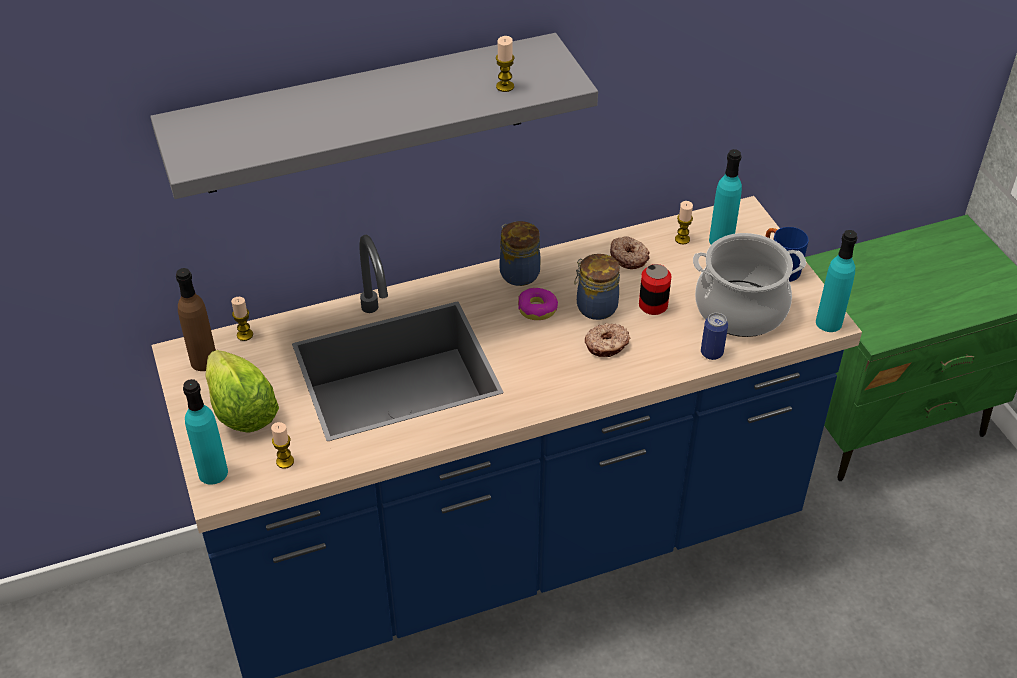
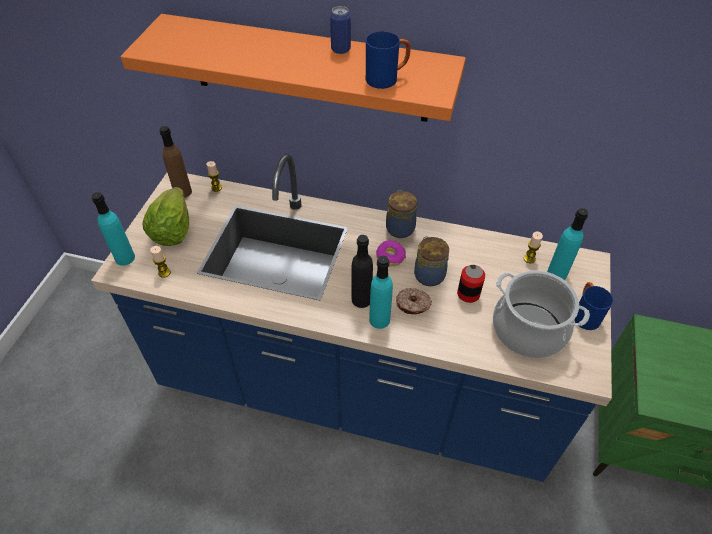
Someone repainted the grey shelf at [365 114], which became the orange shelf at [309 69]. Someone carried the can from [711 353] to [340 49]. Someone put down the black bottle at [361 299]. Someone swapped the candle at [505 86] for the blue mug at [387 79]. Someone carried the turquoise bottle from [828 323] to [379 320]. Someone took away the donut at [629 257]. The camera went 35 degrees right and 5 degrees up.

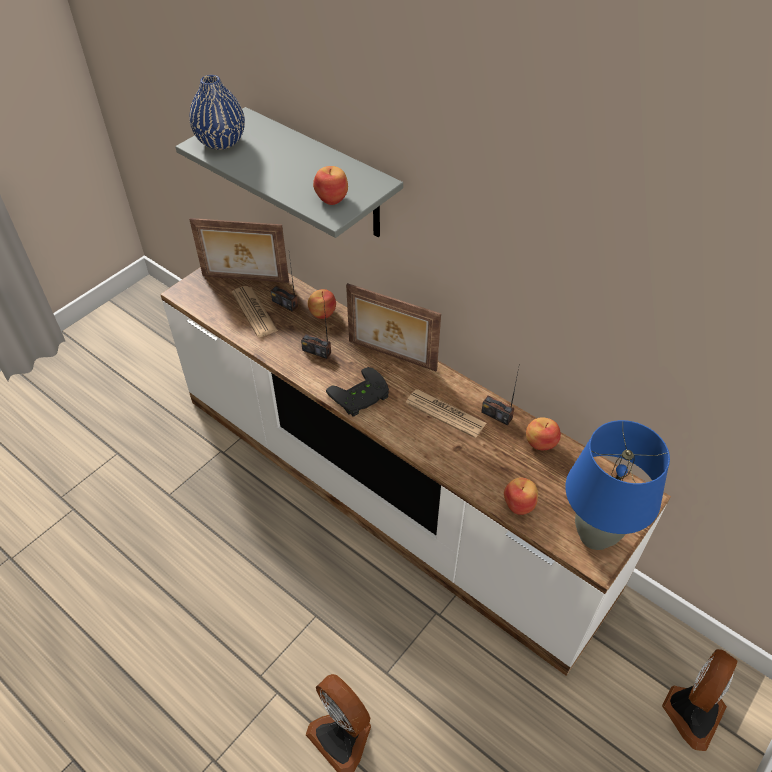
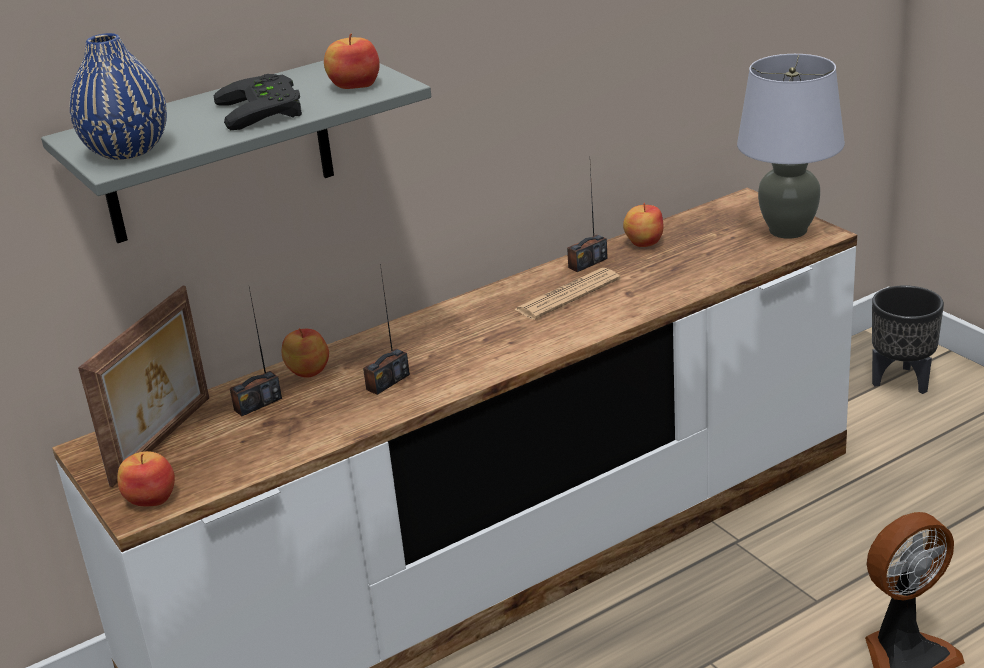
Someone carried the apple from [519 504] to [150 498]. Someone carried the black game controller from [361 397] to [267 109]. Someone repainted the blue table lamp at [594 535], which became the grey table lamp at [787 230]. Someone swapped the fan at [690 712] for the black planter at [900 381]. Someone took away the newspaper at [254 312]. Someone took away the picture frame at [391 356]. The camera went 70 degrees left and 20 degrees down.

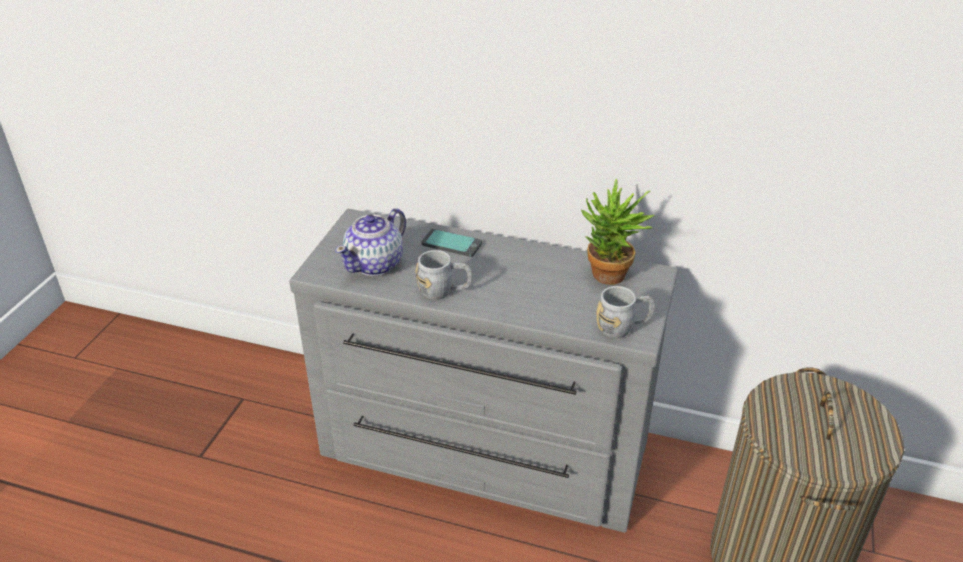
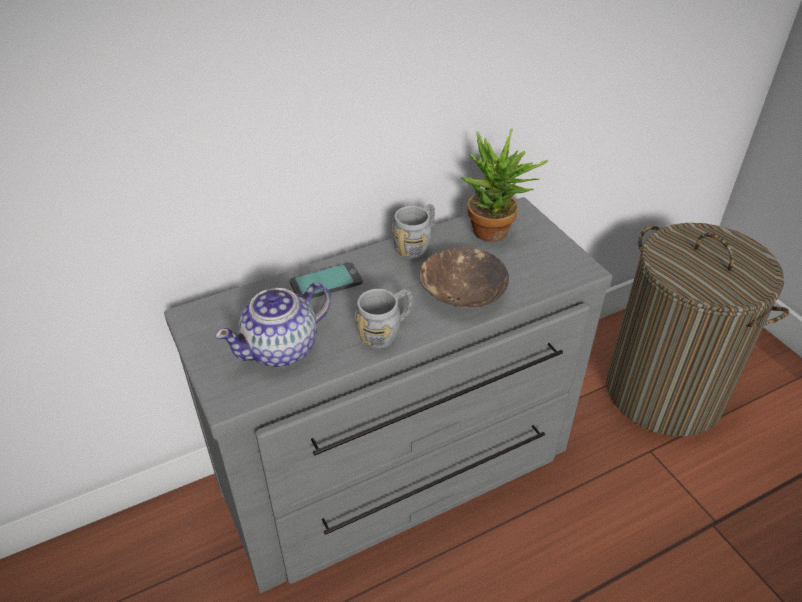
Someone rotated the teapot at [375 264] by 60 degrees clockwise. Someone carried the grey mug from [623 328] to [416 245]. Someone put down the brown bowl at [461 291]. The camera went 45 degrees left and 5 degrees up.

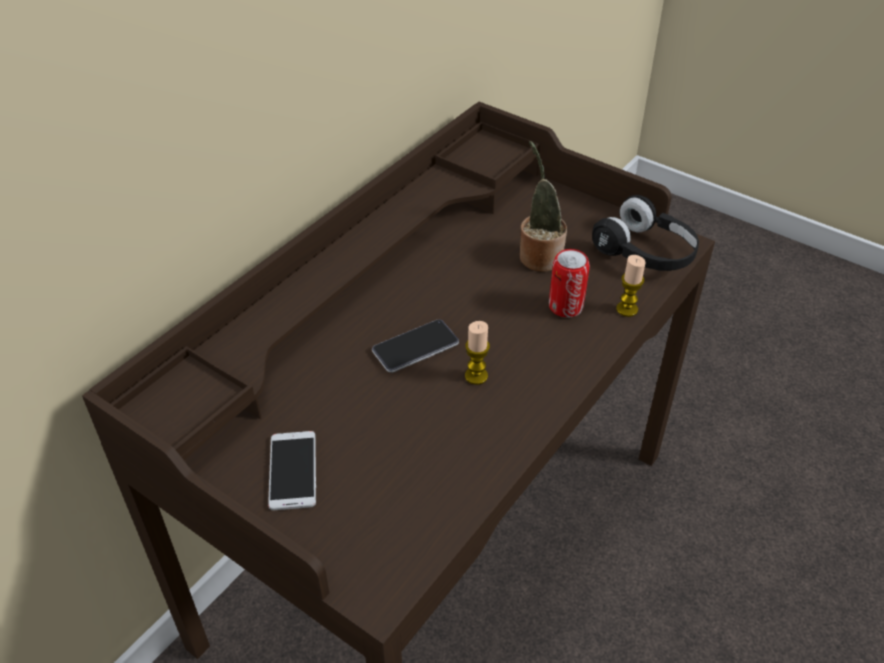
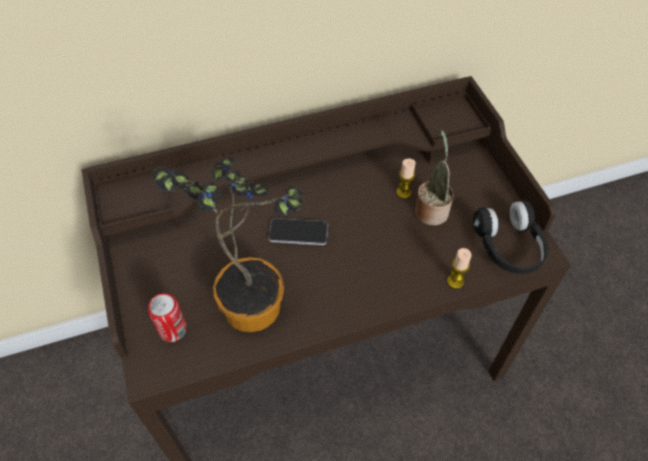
Someone carried the can from [565 306] to [172 329]. Someone put down the potted plant at [251 299]. Someone carried the candle from [476 376] to [404 192]. Someone took away the phone at [293 470]. The camera went 35 degrees right and 10 degrees up.

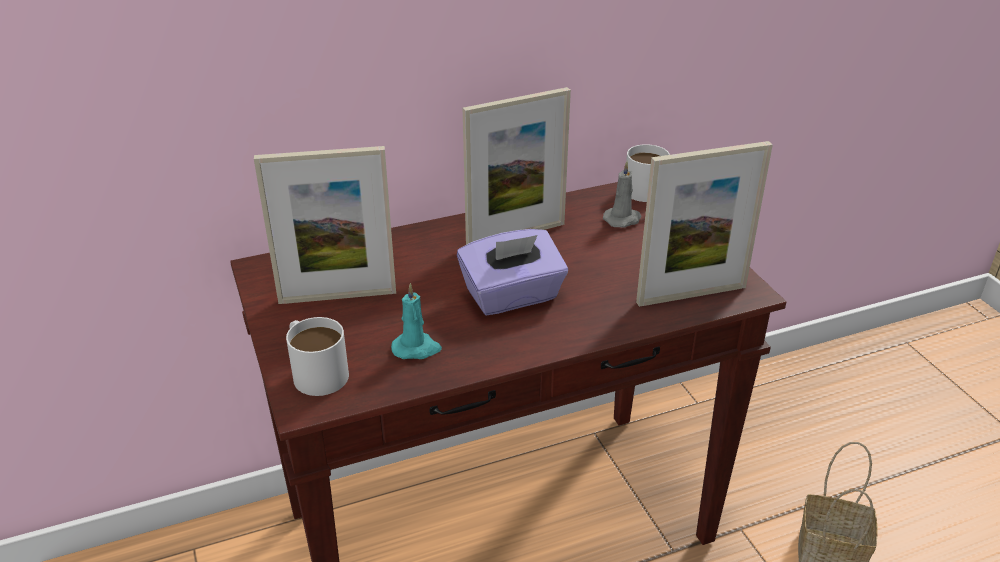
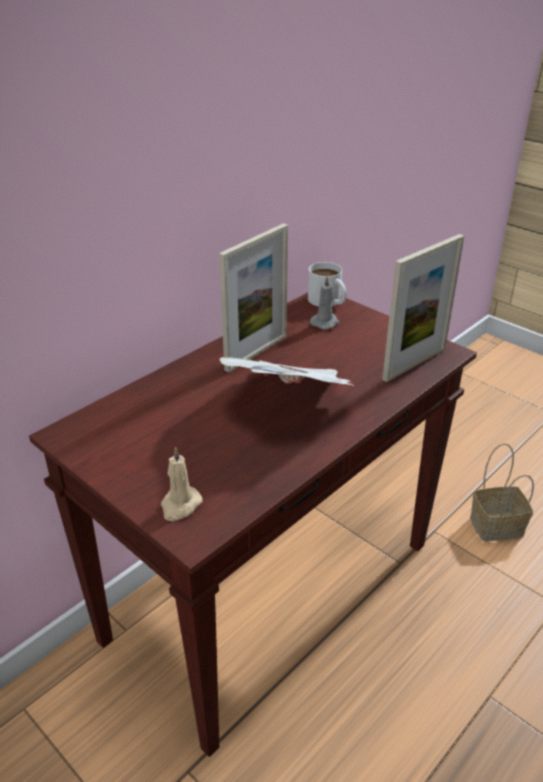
Someone swapped the white mug at [315 371] for the beige candle at [180 505]. Someone swapped the purple tissue box at [512 296] for the newspaper at [291 400]. Someone took away the picture frame at [337 296]. Someone took away the turquoise candle at [417 348]. The camera went 25 degrees left and 0 degrees up.

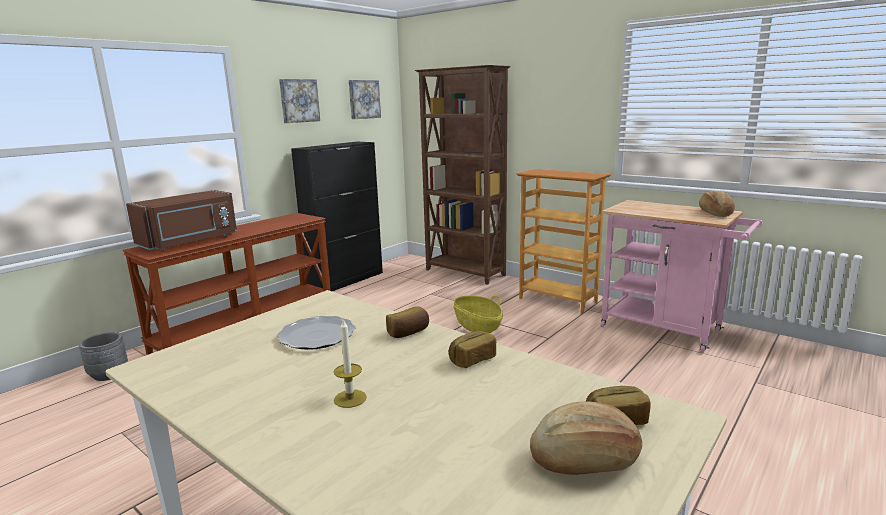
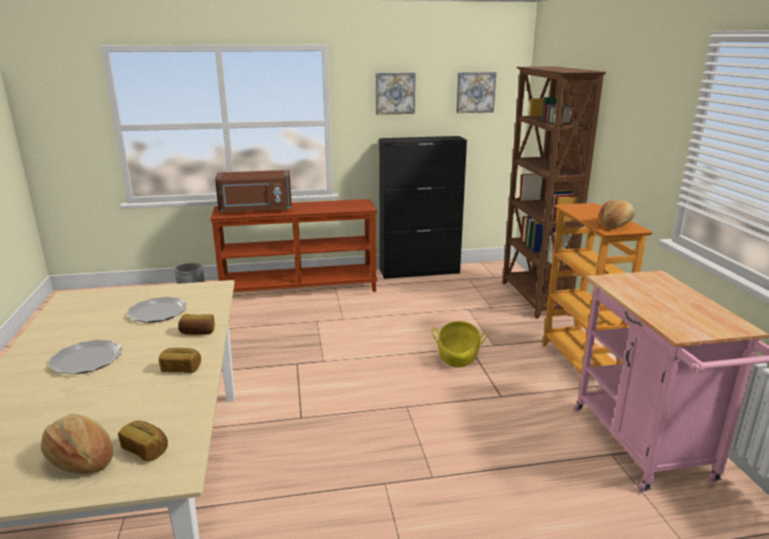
Someone swapped the candle at [350 398] for the plate at [87 360]. Someone carried the bread from [715 213] to [615 224]. The camera went 40 degrees right and 5 degrees up.

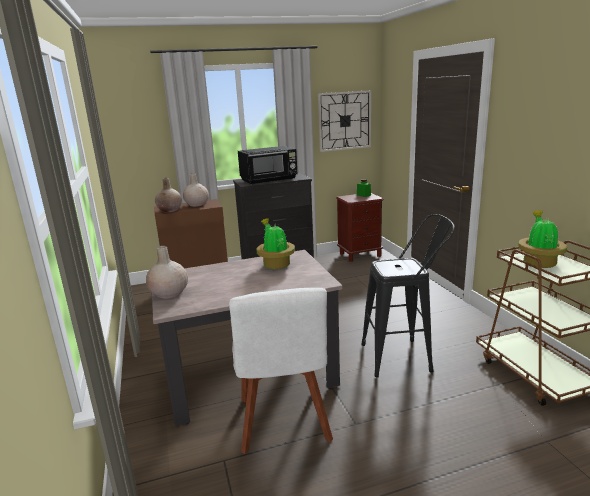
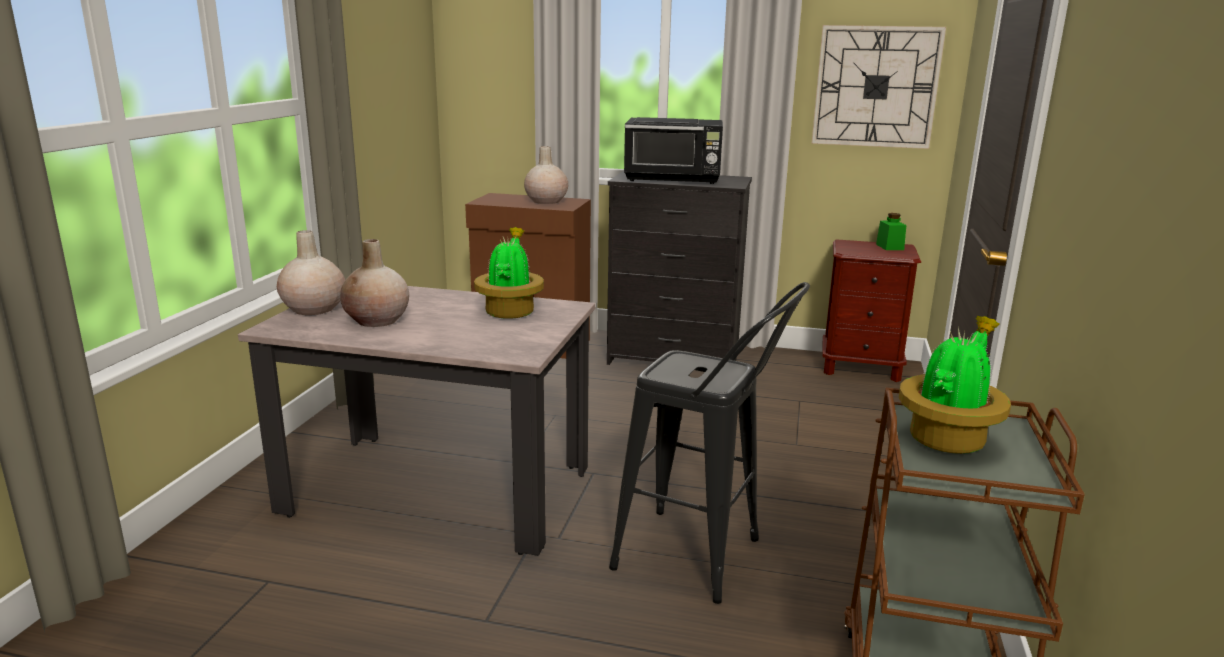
Someone carried the beige vase from [170 210] to [377 320]. Someone took away the white chair at [284 423]. The camera went 30 degrees right and 0 degrees up.

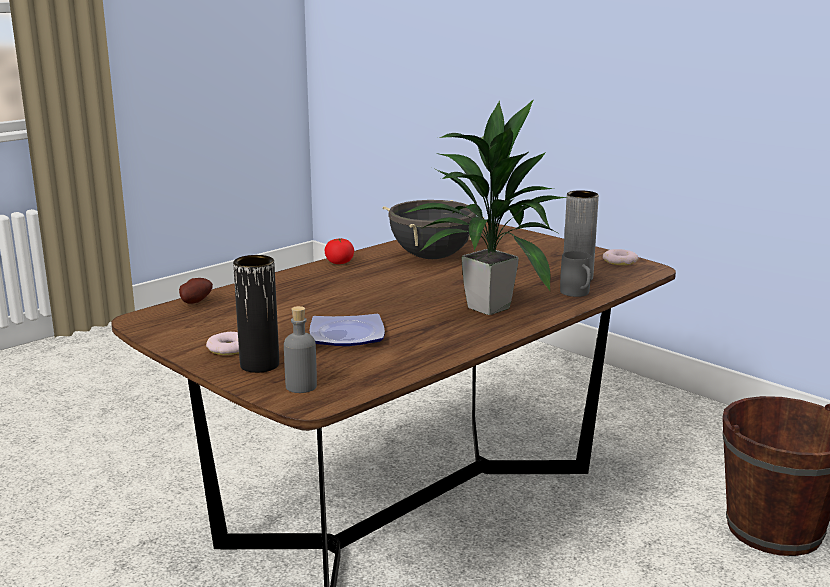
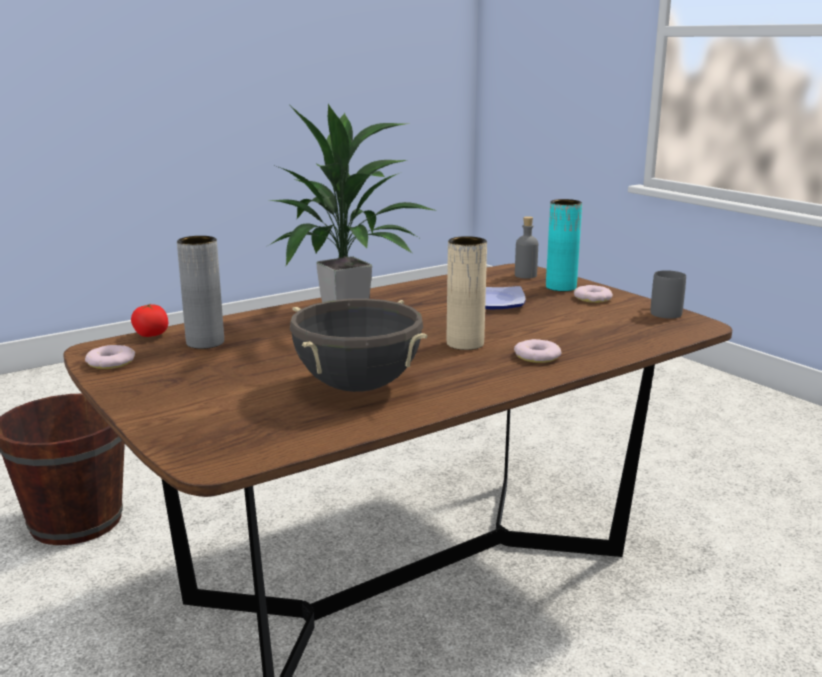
Someone carried the tomato from [339 262] to [151 335]. Someone put down the beige vase at [465 344]. Someone put down the donut at [537 356]. Someone repainted the black vase at [259 365], which became the turquoise vase at [561 287]. Someone carried the grey mug from [577 294] to [662 311]. Someone took away the potato at [194 302]. The camera went 170 degrees left and 0 degrees up.

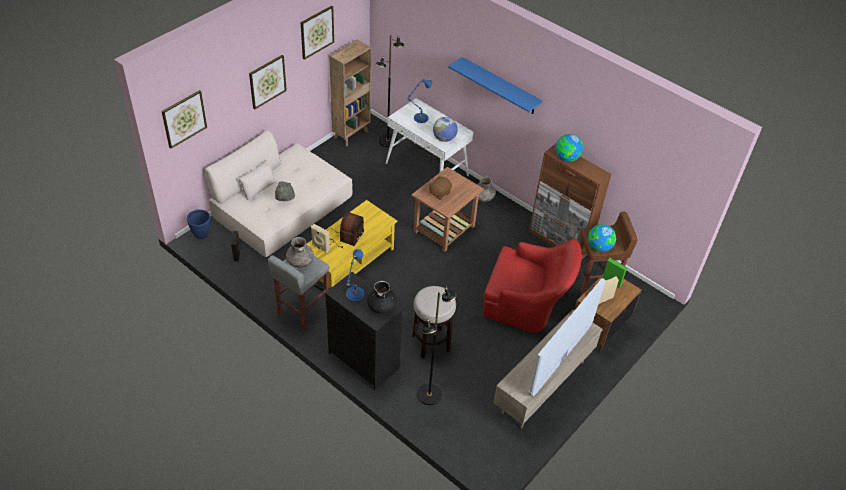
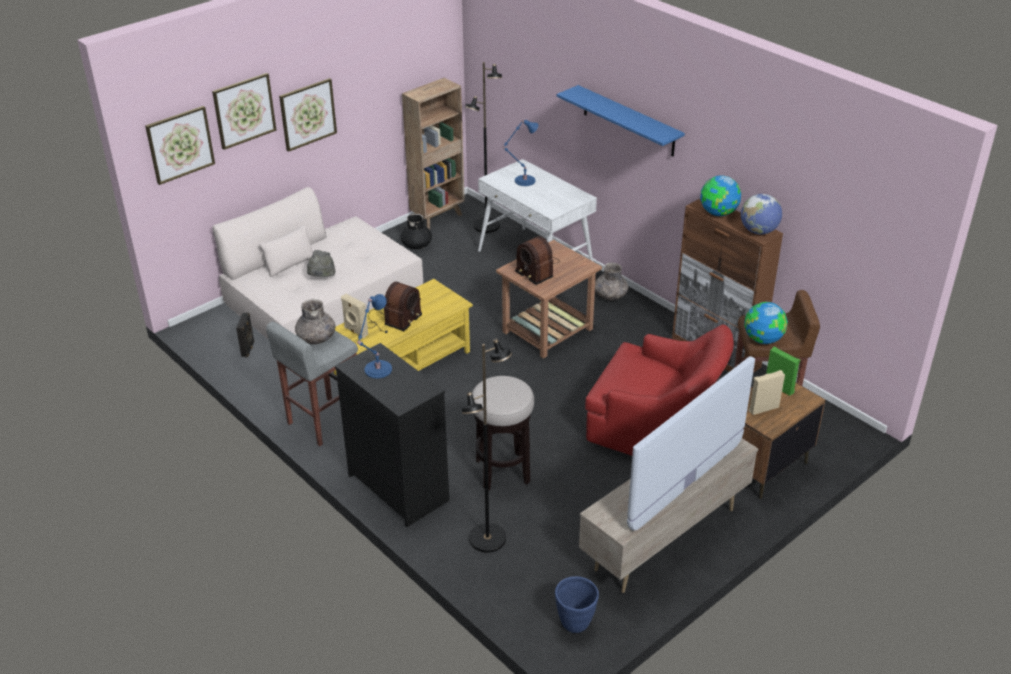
Someone carried the picture from [317 32] to [244 110]. Someone carried the black vase from [382 306] to [417 245]. Someone swapped the brown plush toy at [439 193] for the radio at [536 269]. Someone carried the blue planter from [201 234] to [575 623]. Someone carried the globe from [444 138] to [758 231]. The camera went 10 degrees right and 10 degrees down.

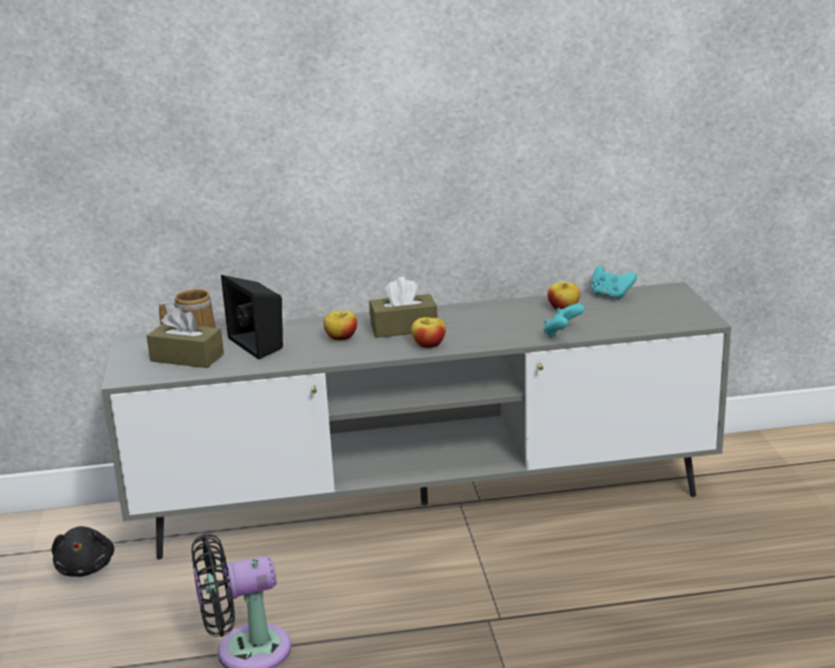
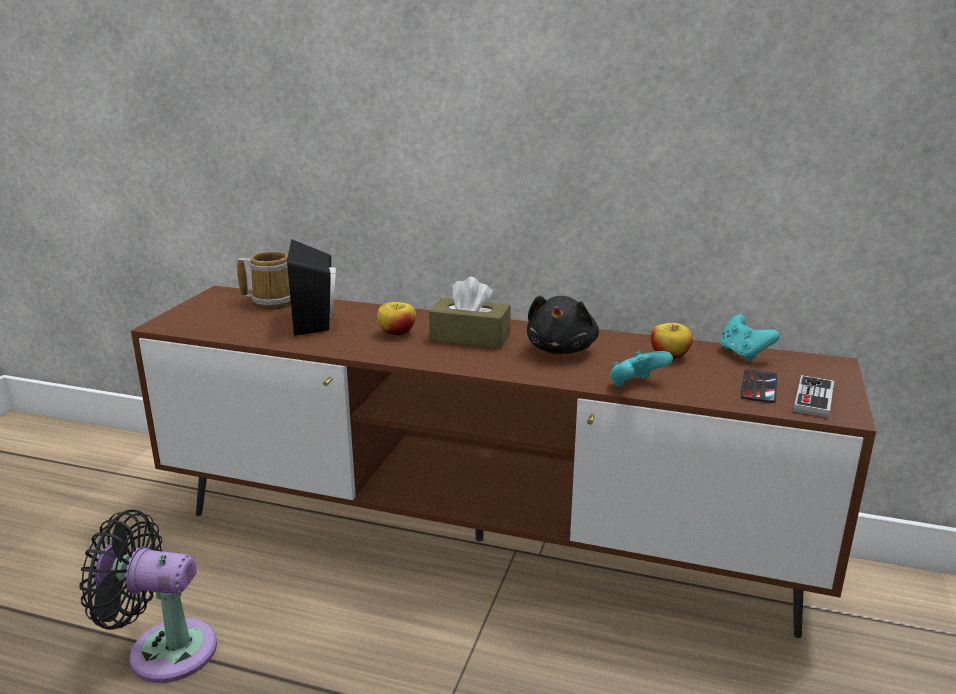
Someone repainted the grey tv stand at [424 504], which became the brown tv stand at [479 539]. Someone carried the black plush toy from [86 568] to [562 349]. Someone put down the phone at [759 387]. Someone put down the game controller at [813 398]. Someone took away the brown tissue box at [187 358]. Someone took away the apple at [429 345]. The camera went 25 degrees right and 0 degrees up.

